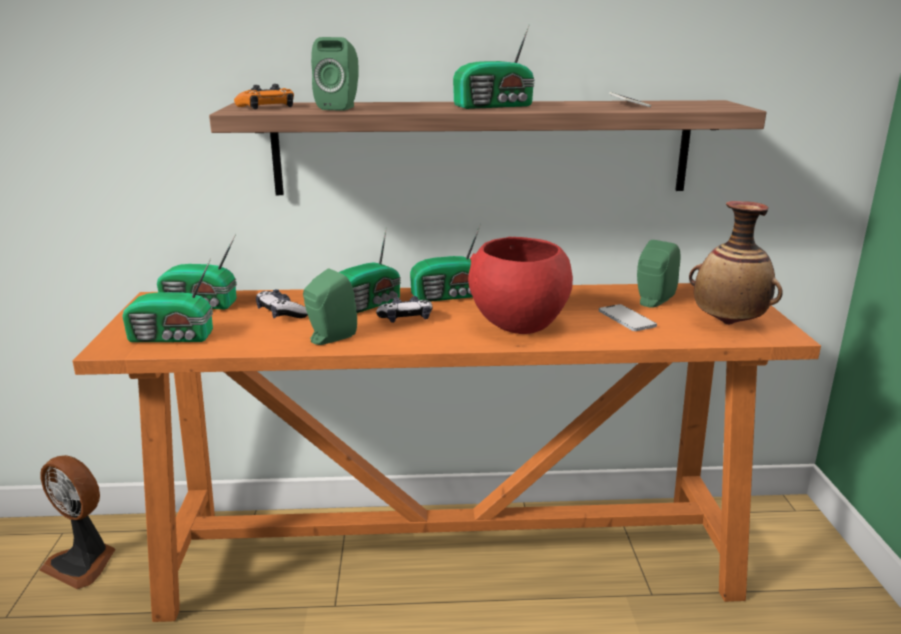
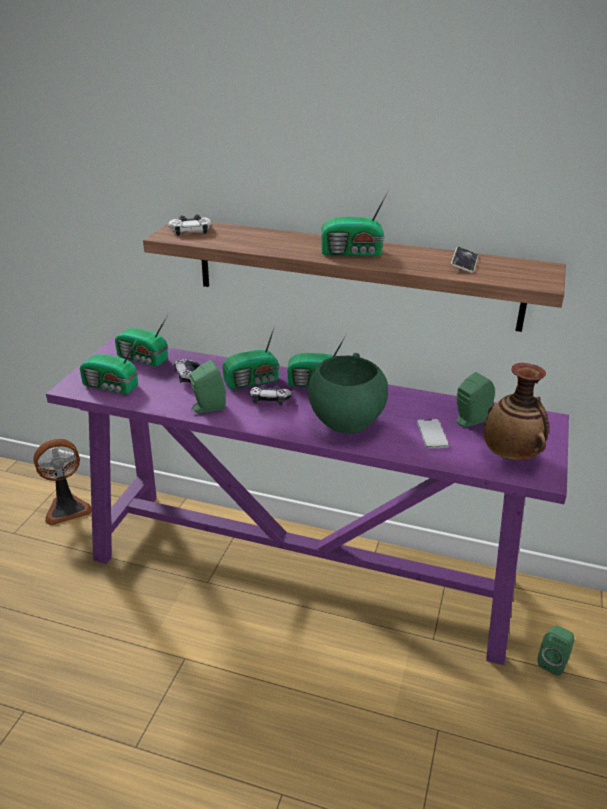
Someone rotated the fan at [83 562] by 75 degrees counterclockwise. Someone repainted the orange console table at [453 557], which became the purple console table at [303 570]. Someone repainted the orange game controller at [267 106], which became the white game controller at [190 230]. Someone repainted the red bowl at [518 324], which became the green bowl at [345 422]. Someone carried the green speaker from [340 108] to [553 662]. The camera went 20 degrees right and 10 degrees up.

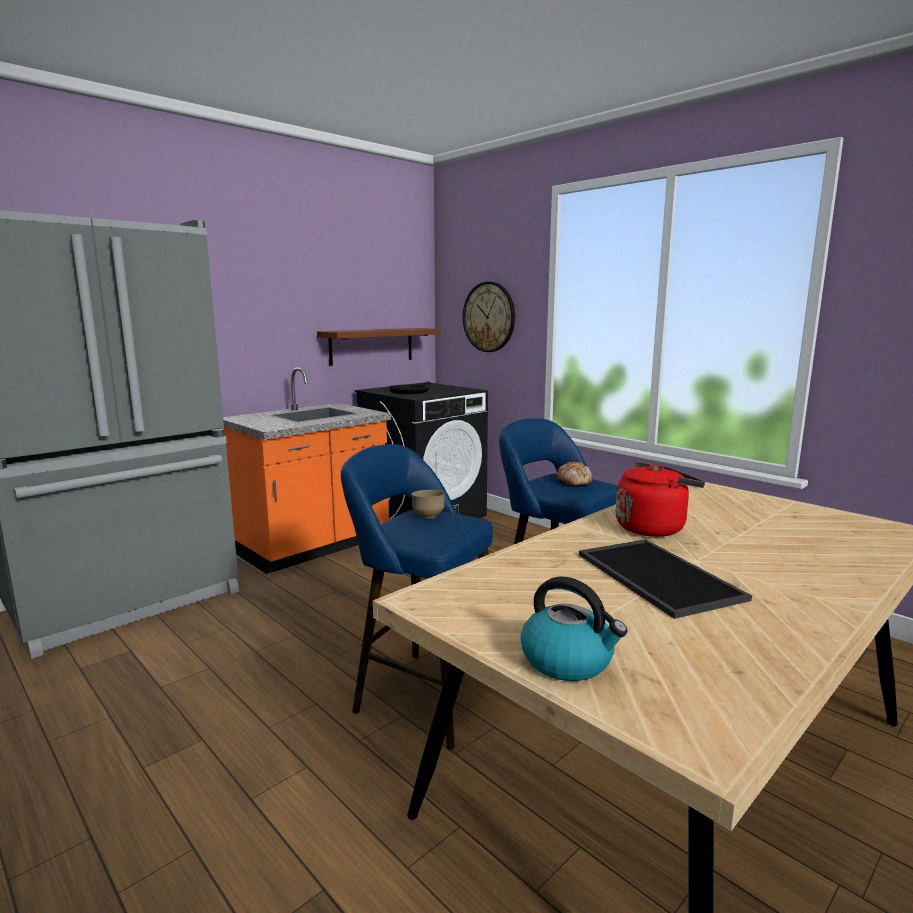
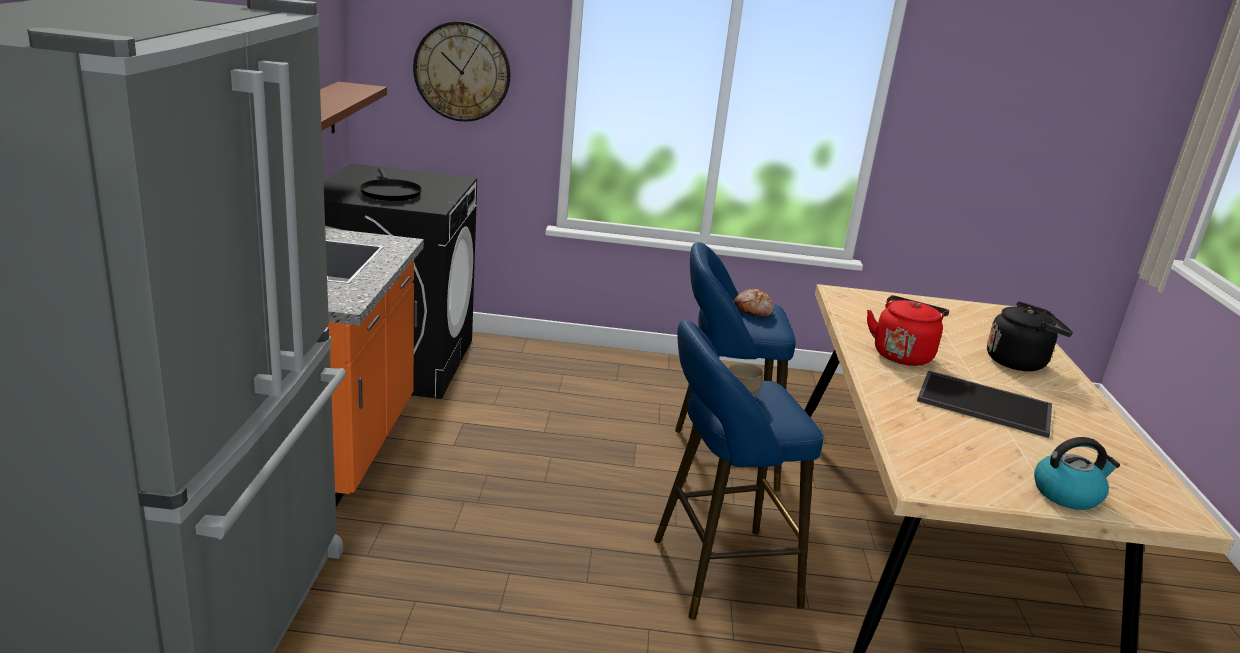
Someone put down the black kettle at [1019 362]. The camera went 45 degrees left and 10 degrees up.

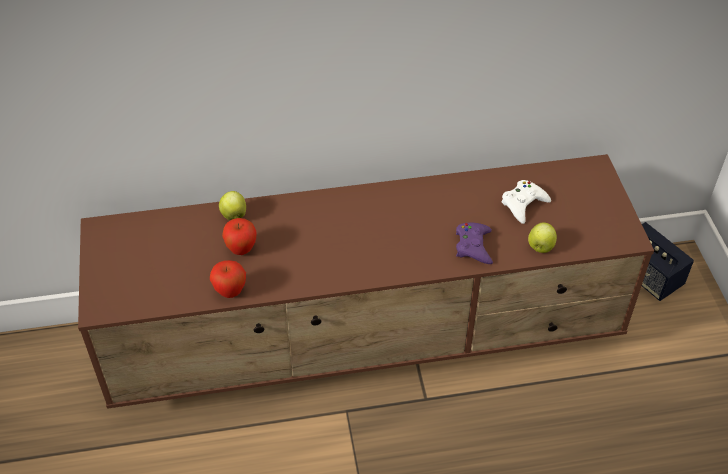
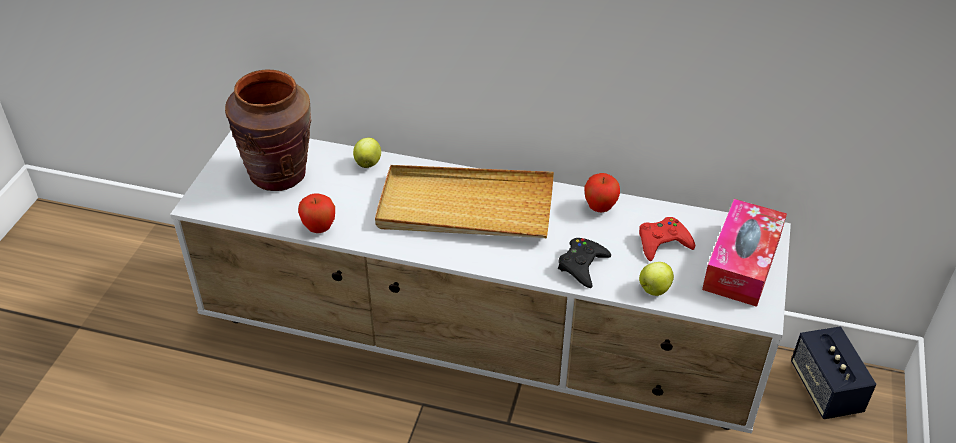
Someone repainted the brown tv stand at [366 342], which became the white tv stand at [481 347]. Someone put down the brown vase at [279 174]. Someone put down the beige tray at [465 208]. Someone repainted the purple game controller at [473 246], which became the black game controller at [582 265]. Someone carried the apple from [241 249] to [600 208]. Someone repainted the white game controller at [523 204], which became the red game controller at [663 243]. Someone put down the tissue box at [742 263]. The camera went 25 degrees right and 5 degrees down.

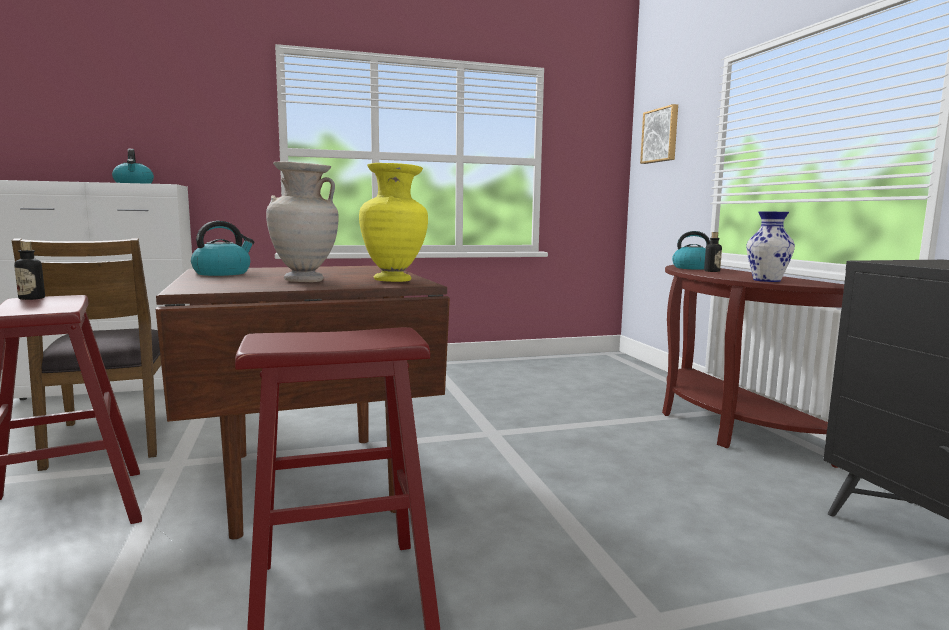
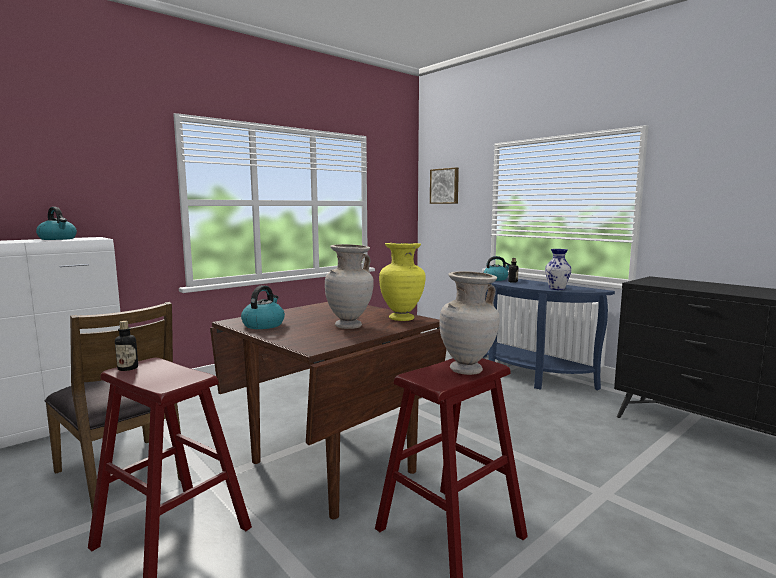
Someone put down the beige vase at [467 370]. Someone repainted the brown console table at [723 425], which became the blue console table at [525 375]. The camera went 25 degrees left and 0 degrees up.

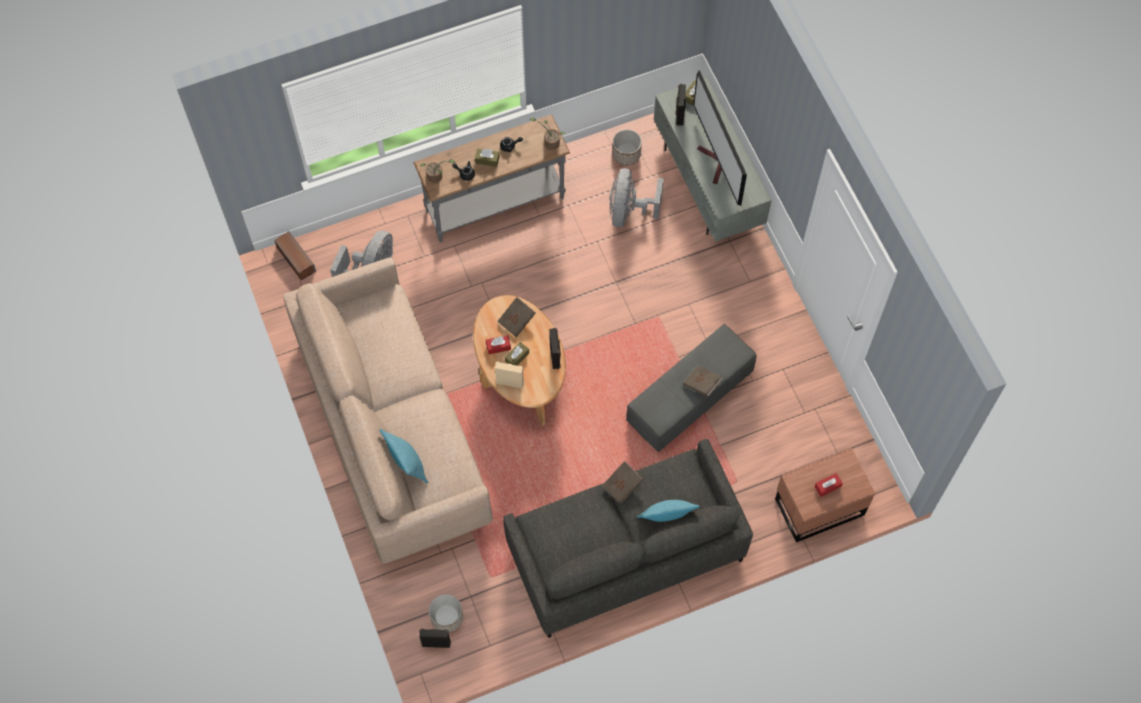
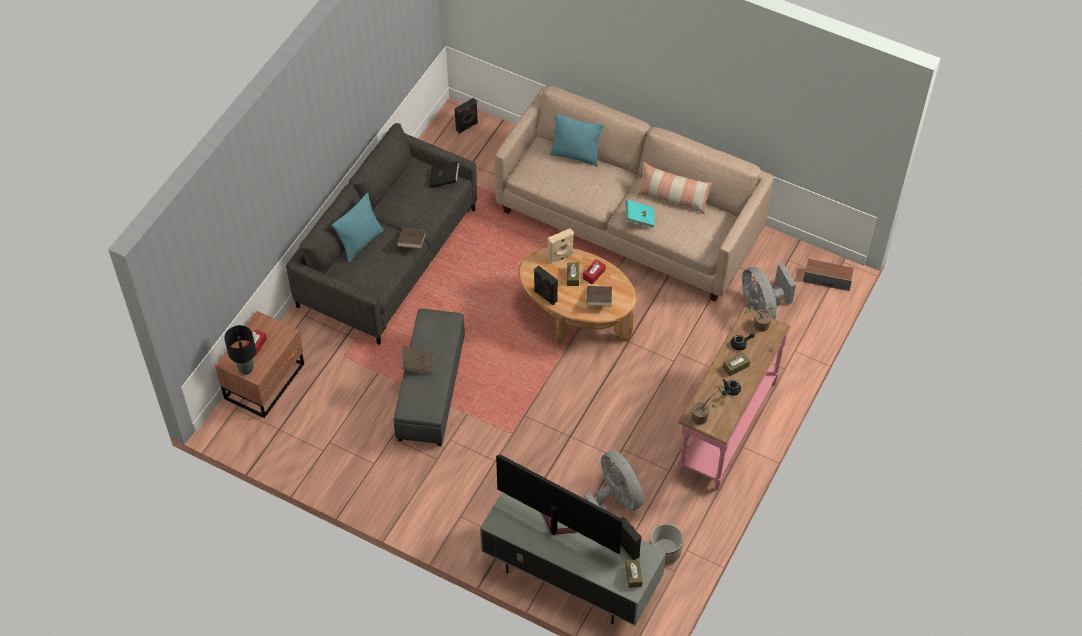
Someone put down the black table lamp at [246 369]. Someone put down the black book at [444 180]. Someone put down the turquoise book at [639 218]. Someone put down the pillow at [672 198]. Someone repainted the grey console table at [495 206], which became the pink console table at [726 426]. Someone took away the planter at [446 618]. The camera went 140 degrees right and 10 degrees down.

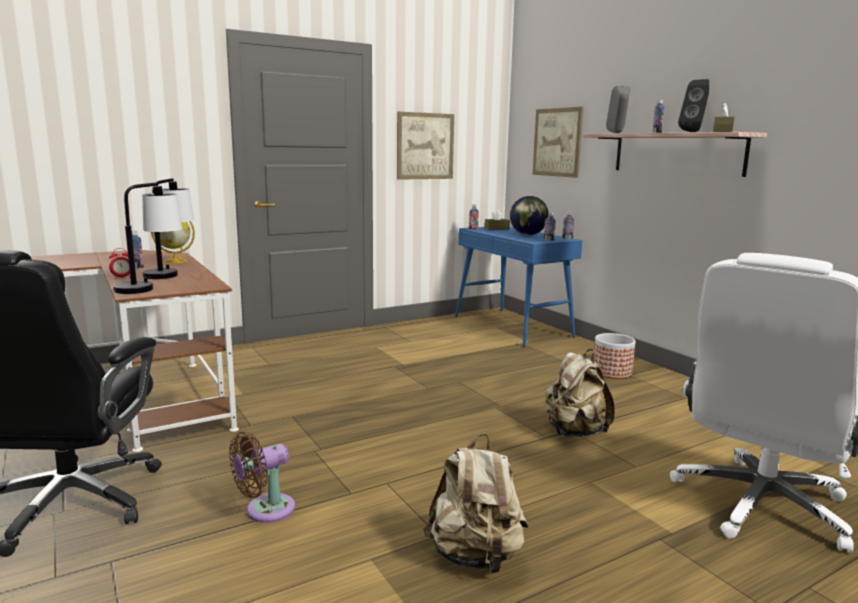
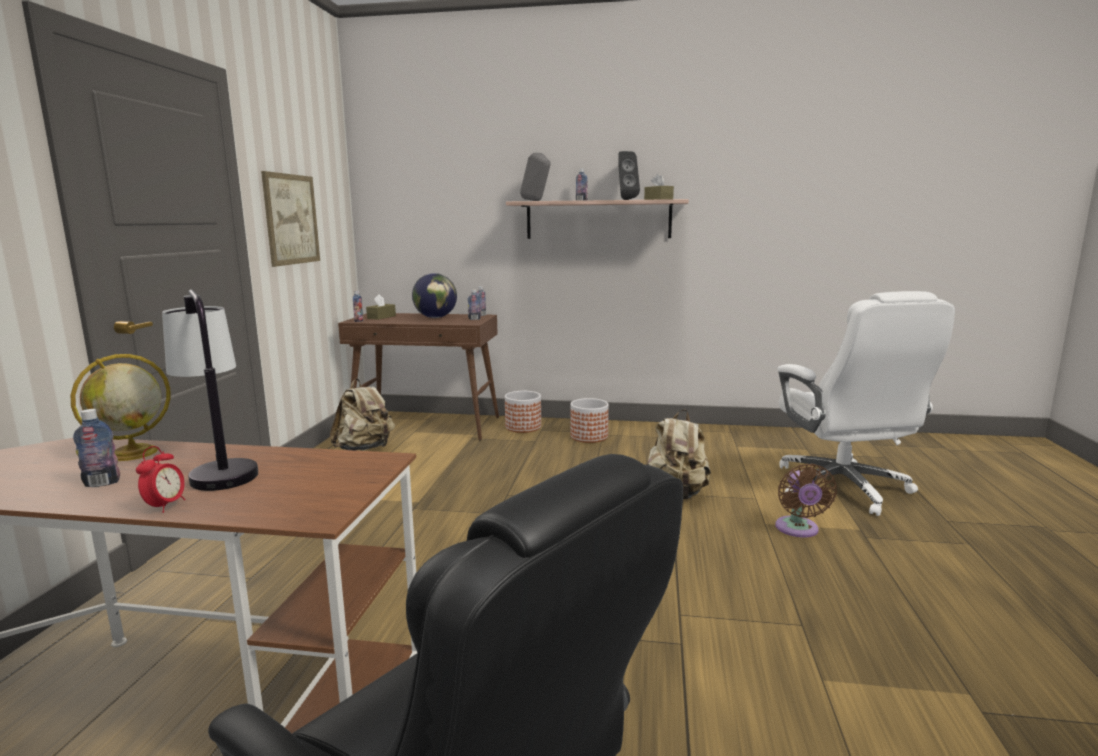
Someone carried the beige backpack from [475 556] to [365 449]. Someone repainted the blue console table at [512 326], which became the brown console table at [427 425]. Someone put down the planter at [523 427]. Someone carried the brown fan from [265 510] to [798 530]. Someone took away the table lamp at [150 287]. Someone took away the picture at [557 142]. The camera went 50 degrees left and 0 degrees up.

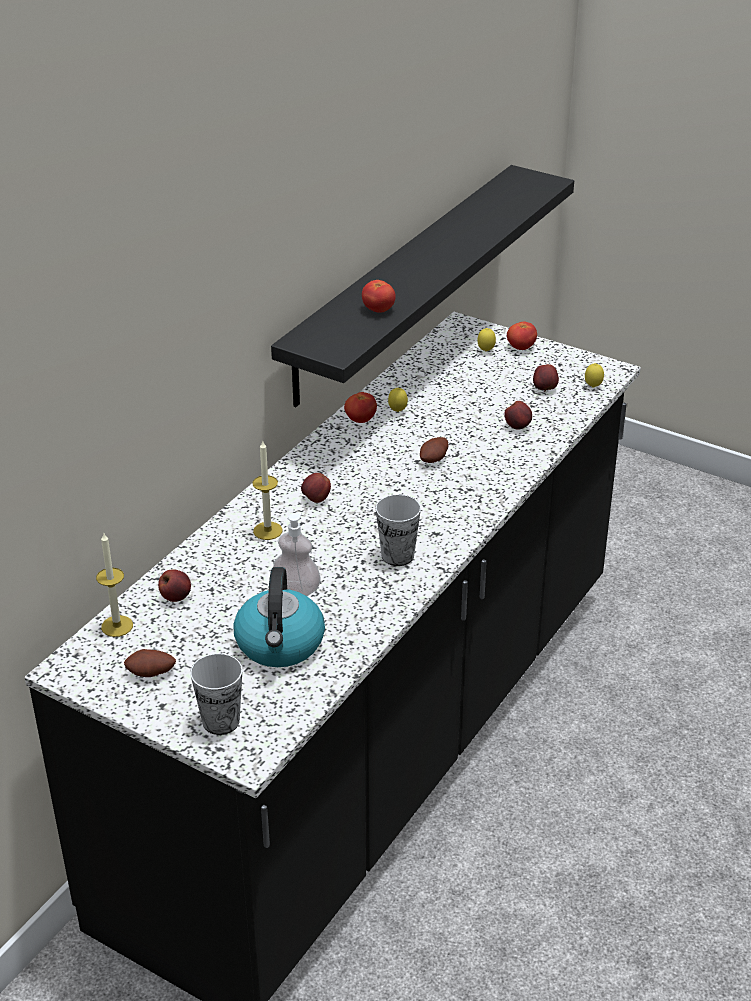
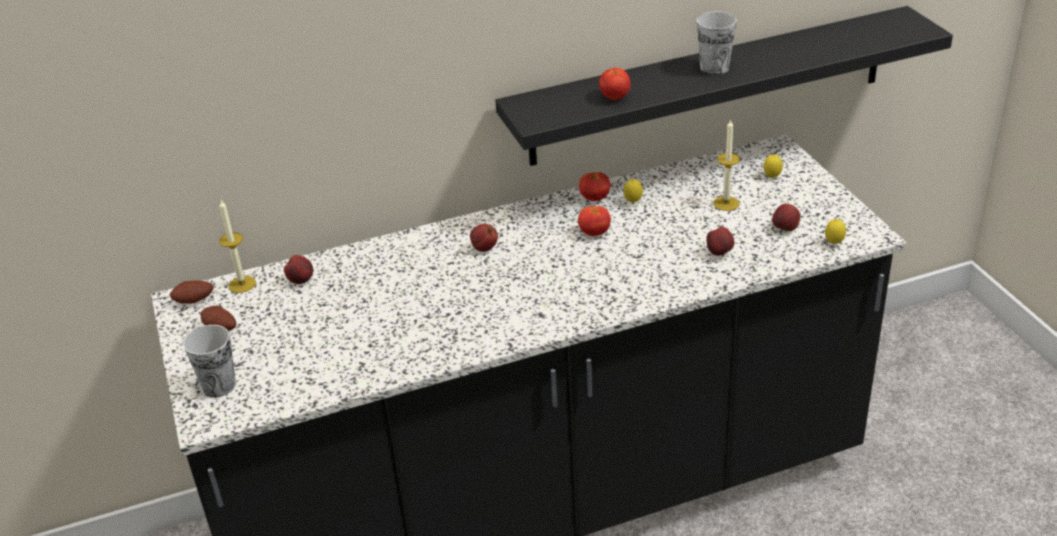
Someone carried the potato from [434 460] to [194 301]. Someone carried the tomato from [521 348] to [594 233]. Someone carried the cup from [397 556] to [714 68]. Someone carried the candle from [268 530] to [726 203]. Someone took away the kettle at [280 644]. Someone took away the soap dispenser at [297 589]. The camera went 40 degrees right and 0 degrees up.

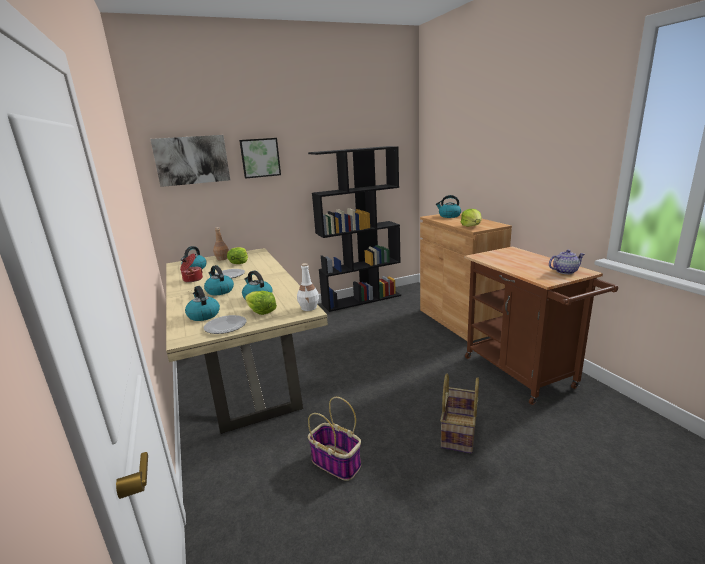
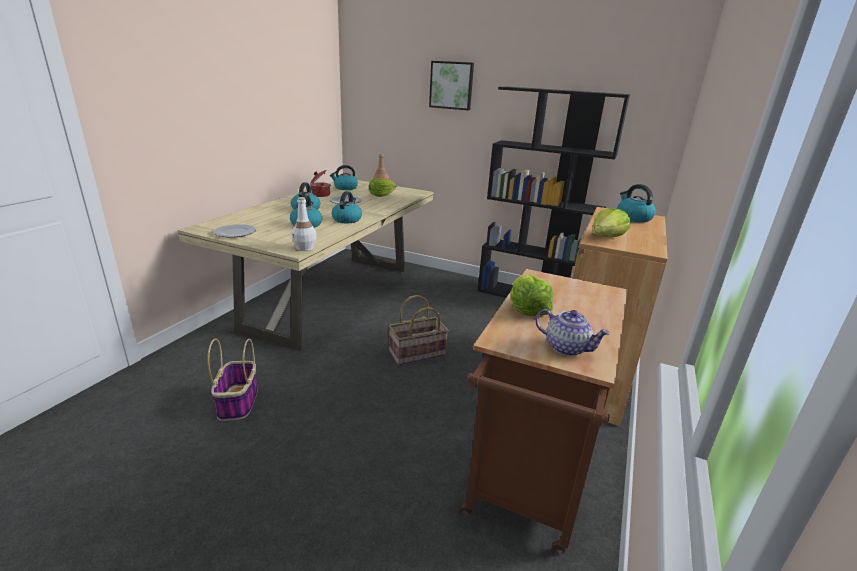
Someone carried the kettle from [203 315] to [347 219]. Someone carried the basket from [459 432] to [417 354]. Someone carried the lettuce from [261 312] to [527 309]. Someone took away the picture at [192 160]. The camera went 45 degrees right and 5 degrees up.

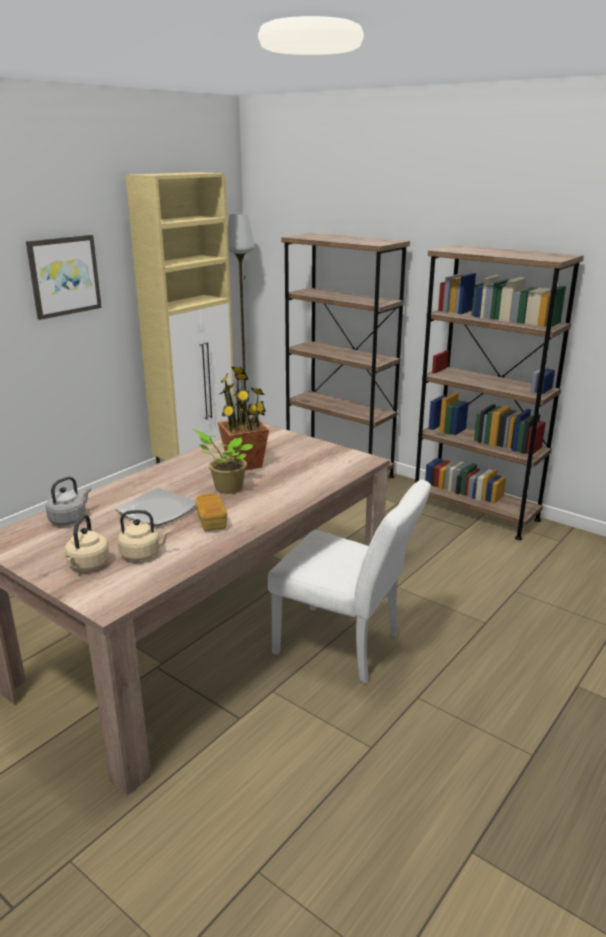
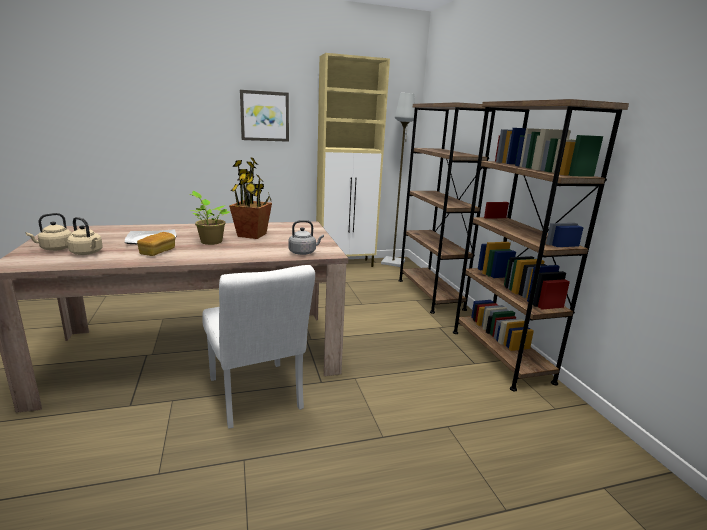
Someone carried the grey kettle from [69 519] to [304 252]. The camera went 35 degrees right and 5 degrees down.

